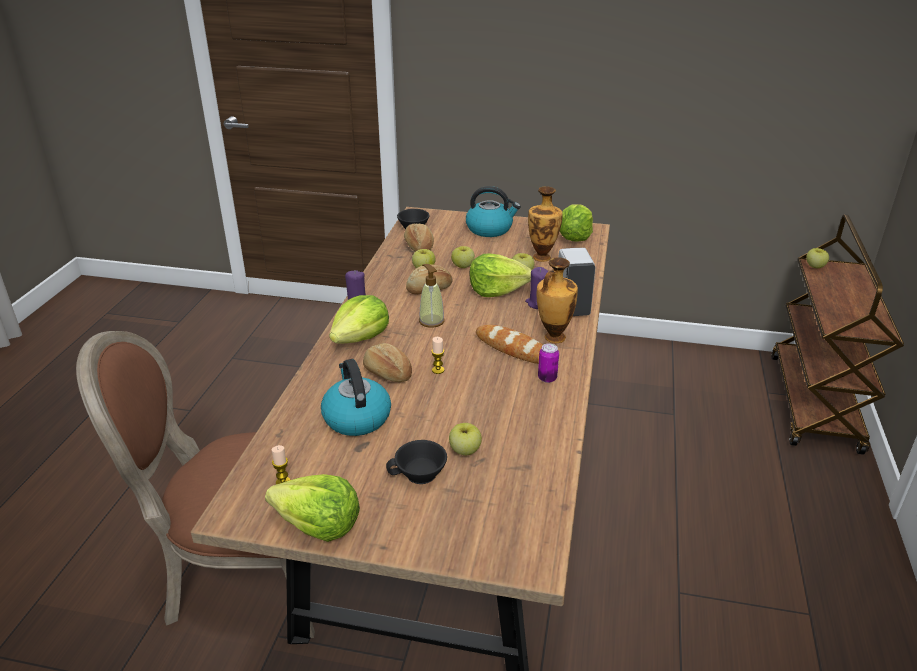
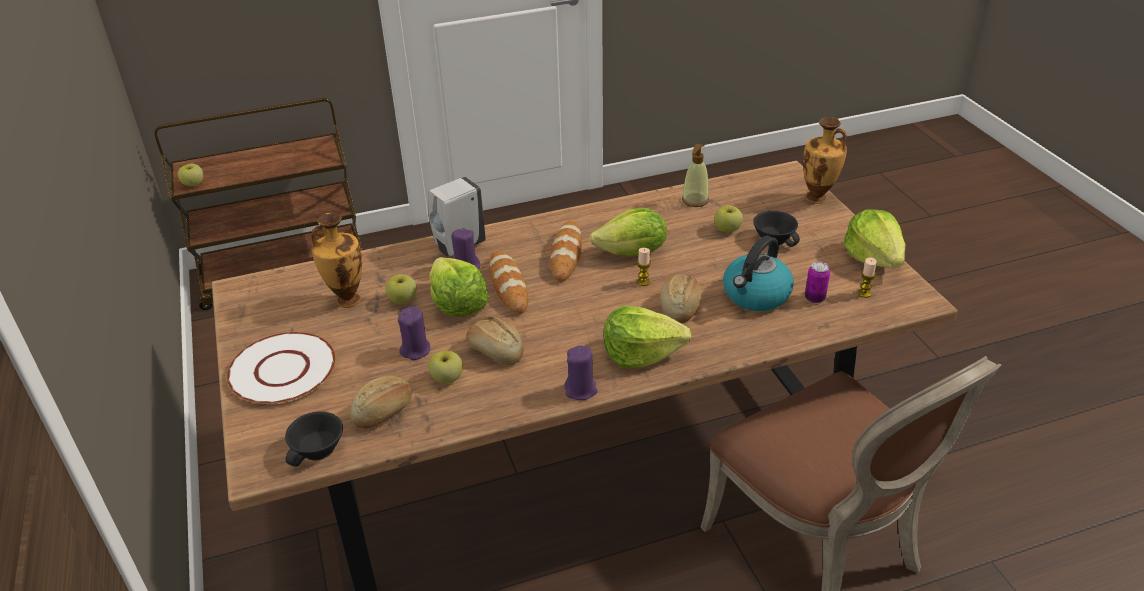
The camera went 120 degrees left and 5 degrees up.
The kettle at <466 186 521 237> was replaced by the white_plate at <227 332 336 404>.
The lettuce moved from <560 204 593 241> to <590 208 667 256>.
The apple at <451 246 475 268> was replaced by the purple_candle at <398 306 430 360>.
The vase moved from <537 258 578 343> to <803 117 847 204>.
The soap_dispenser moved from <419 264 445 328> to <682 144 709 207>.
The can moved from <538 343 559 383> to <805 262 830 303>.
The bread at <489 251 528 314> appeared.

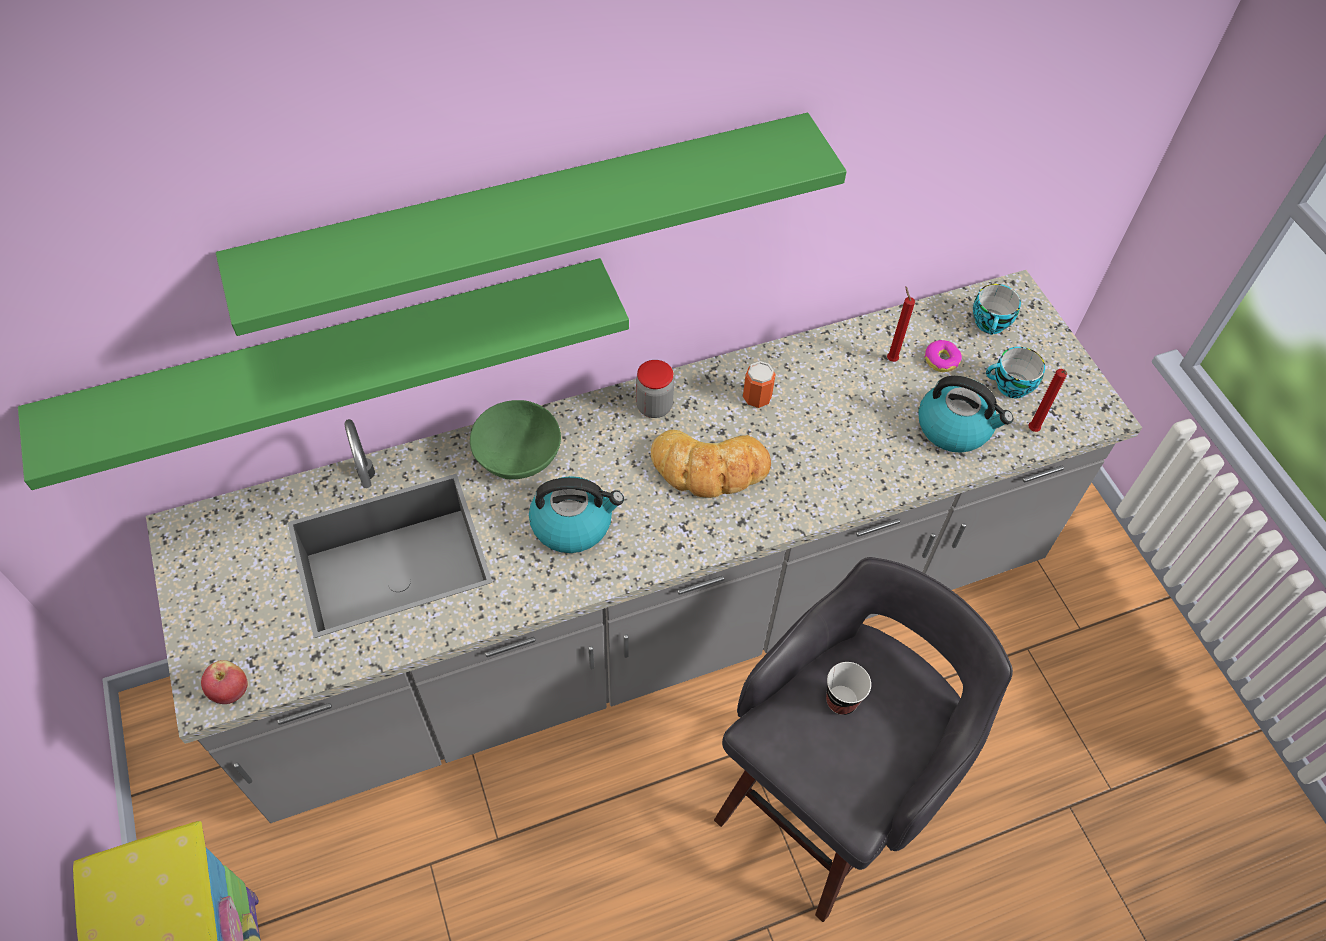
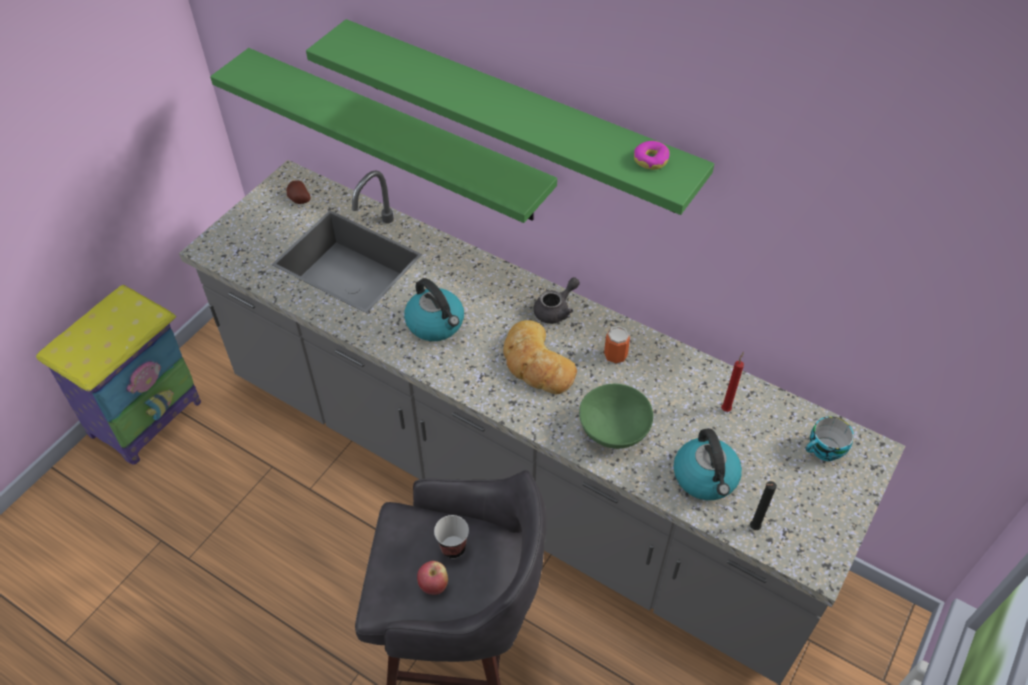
The camera went 55 degrees right and 5 degrees down.
The donut moved from <925 340 962 372> to <634 141 670 170>.
The cup at <986 347 1045 398> disappeared.
The jar at <636 360 674 418> was replaced by the grey_teapot at <534 277 580 324>.
The red_candle at <1028 369 1067 432> became the black_candle at <750 481 777 530>.
The green_bowl moved from <470 400 561 480> to <579 384 653 449>.
The apple moved from <201 660 247 704> to <417 561 448 595>.
The potato at <287 180 310 204> appeared.

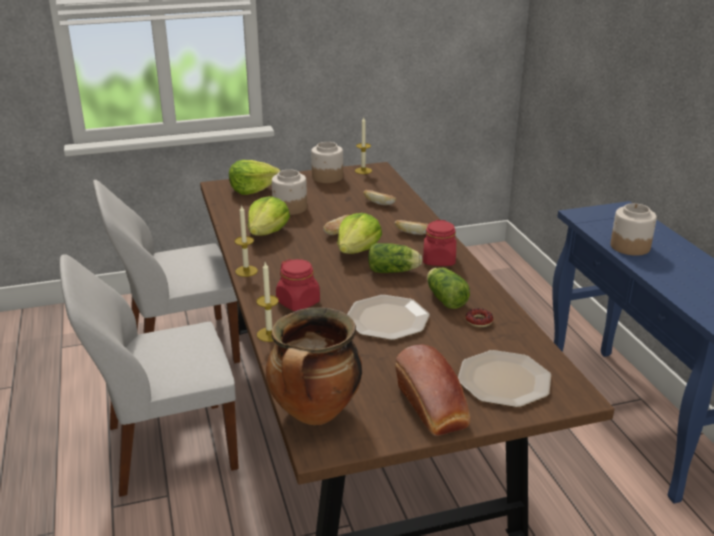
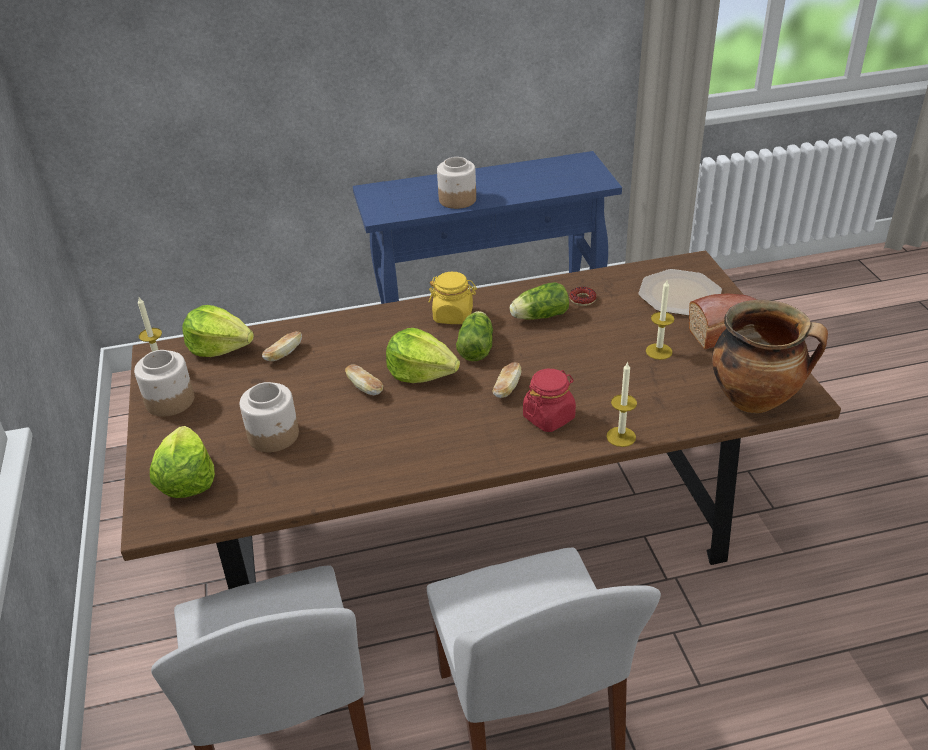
The camera went 85 degrees left and 10 degrees up.
The lettuce moved from <247 196 290 236> to <182 305 254 357>.
The candle moved from <235 206 258 277> to <646 280 674 360>.
The bread moved from <395 220 428 235> to <493 362 521 398>.
The red_jar at <423 220 456 266> became the yellow_jar at <428 272 477 324>.
The plate at <347 295 430 340> disappeared.

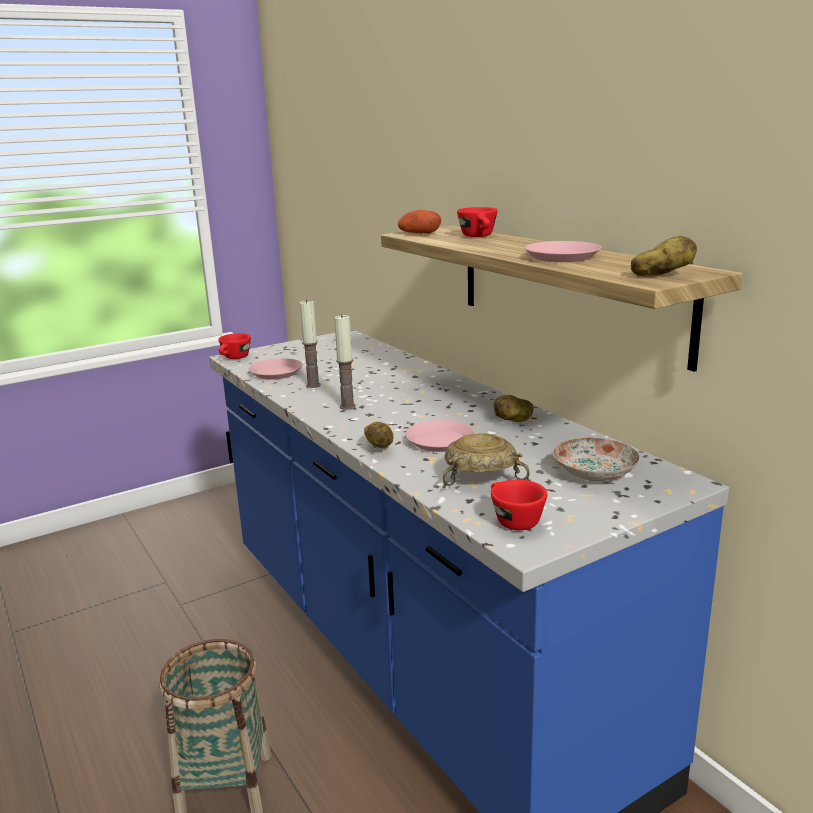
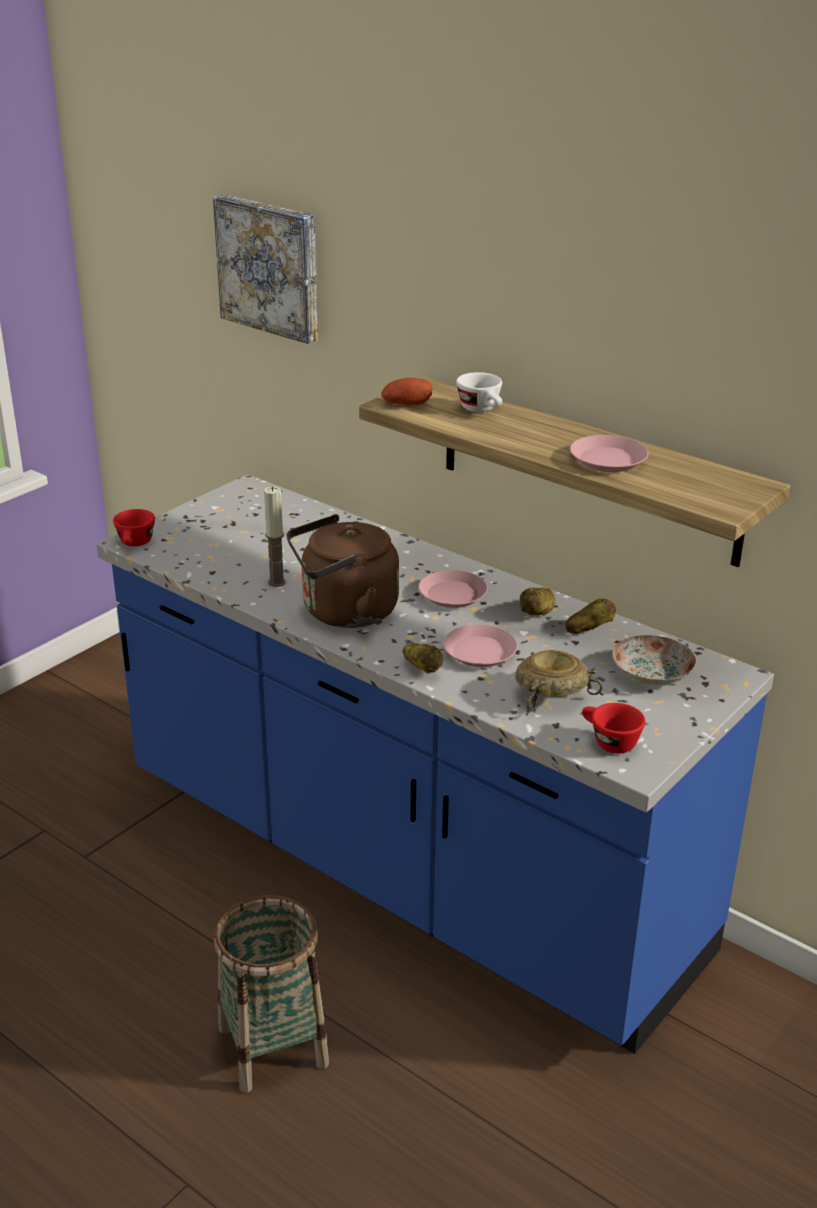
The camera went 20 degrees left and 10 degrees up.
The red_cup at <457 207 498 237> became the white_cup at <456 372 502 412>.
The potato moved from <631 236 697 276> to <565 599 616 634>.
The candle at <334 314 356 410> was replaced by the brown_kettle at <286 514 399 628>.
The pink_plate moved from <249 358 303 380> to <418 570 488 608>.
The picture at <213 194 318 344> appeared.

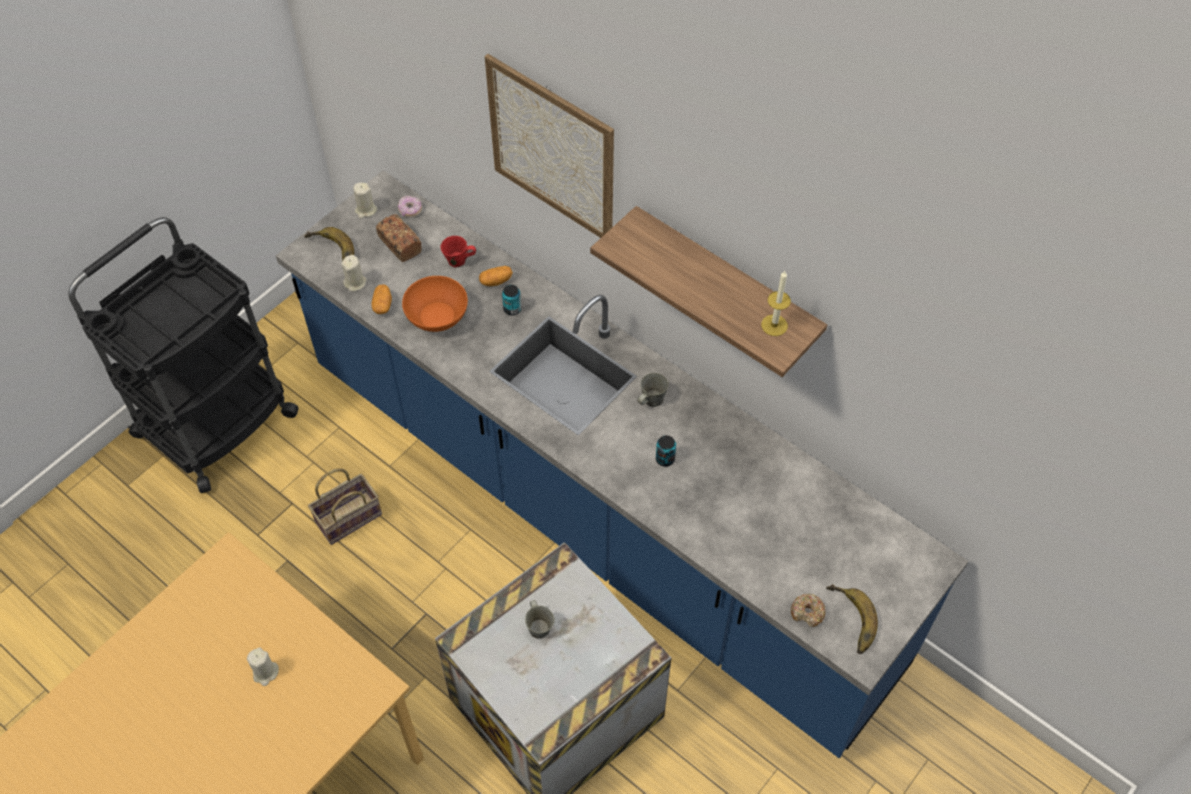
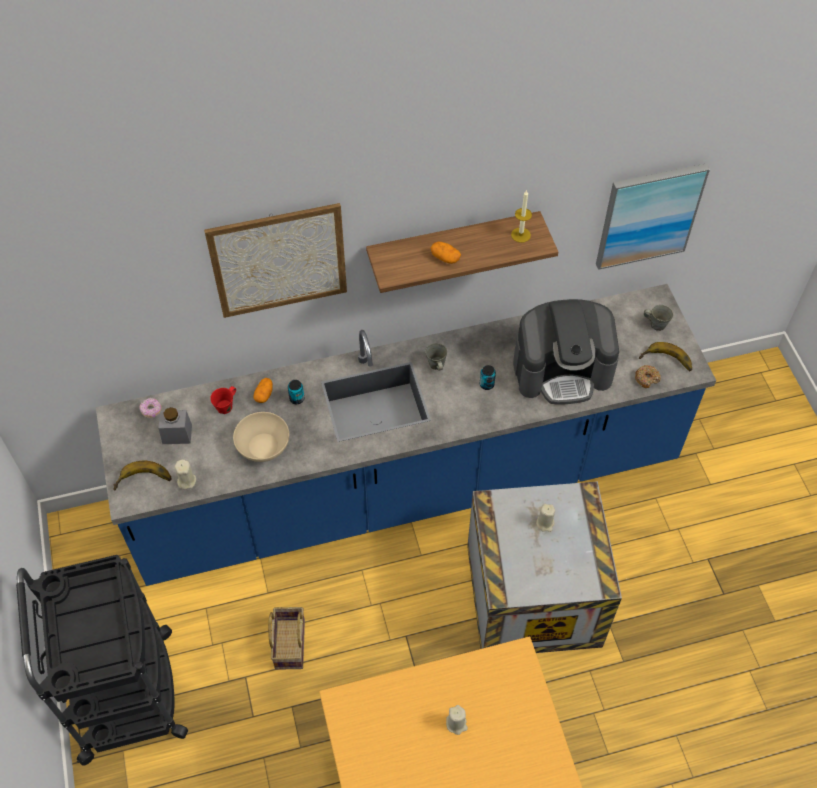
The camera went 55 degrees left and 0 degrees up.
The beige_candle moved from <353 182 377 218> to <536 504 555 532>.
The bread at <376 214 422 262> was replaced by the grey_jar at <158 407 192 444>.
The orange_bowl at <402 276 468 332> became the beige_bowl at <233 412 289 462>.
The potato moved from <371 284 392 314> to <430 242 461 264>.
The grey_mug moved from <525 600 554 639> to <644 305 673 331>.
The picture at <596 164 710 270> appeared.
The coffee_machine at <513 299 619 405> appeared.

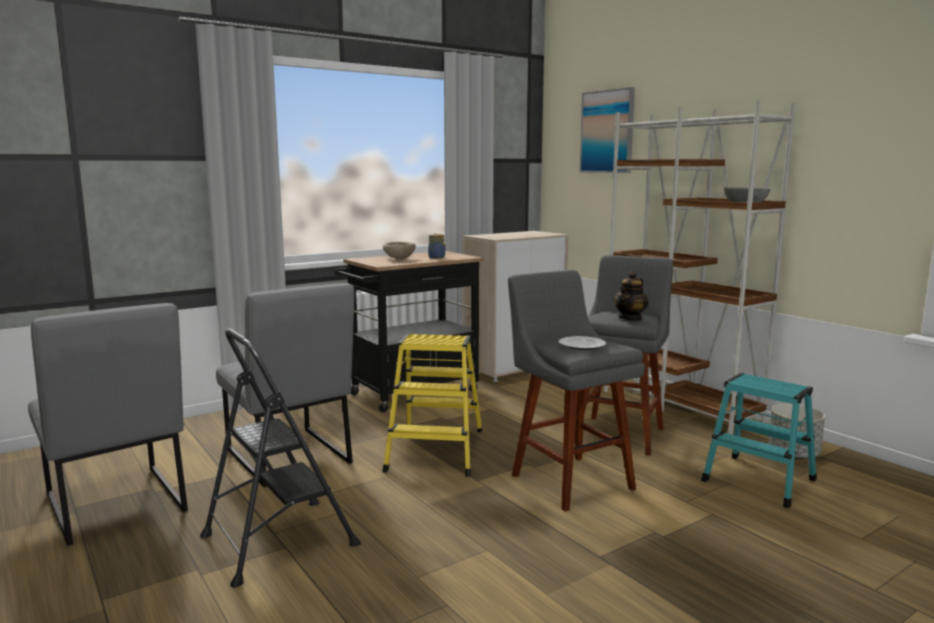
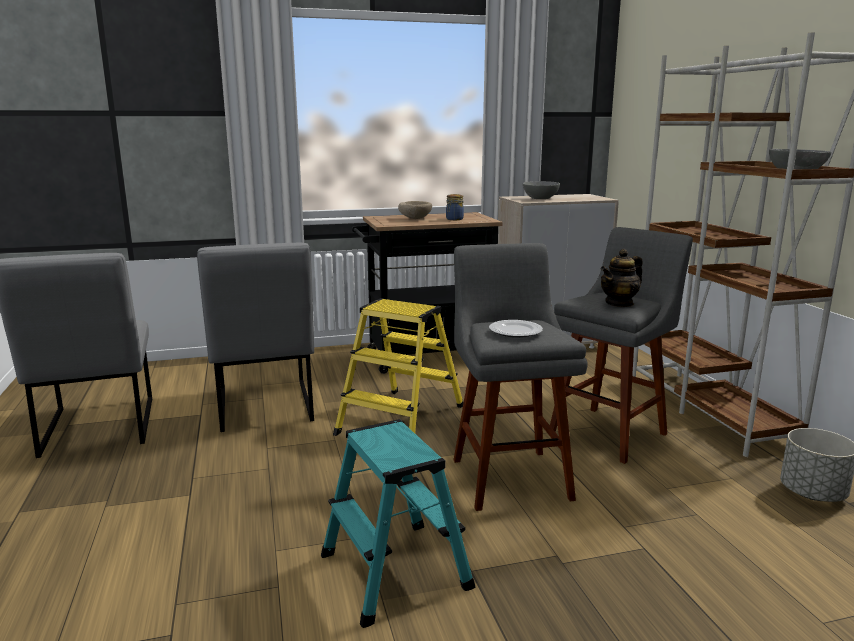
The camera went 20 degrees right and 5 degrees up.
The picture at <580 87 635 173> disappeared.
The black_step_ladder at <200 329 361 588> disappeared.
The turquoise_step_ladder moved from <701 373 817 508> to <321 419 476 628>.
The grey_bowl at <523 181 560 199> appeared.

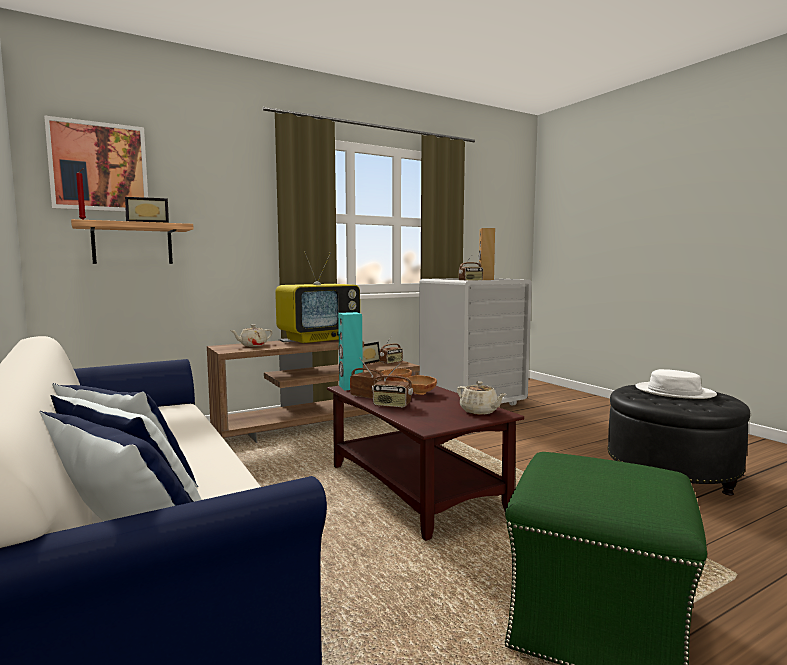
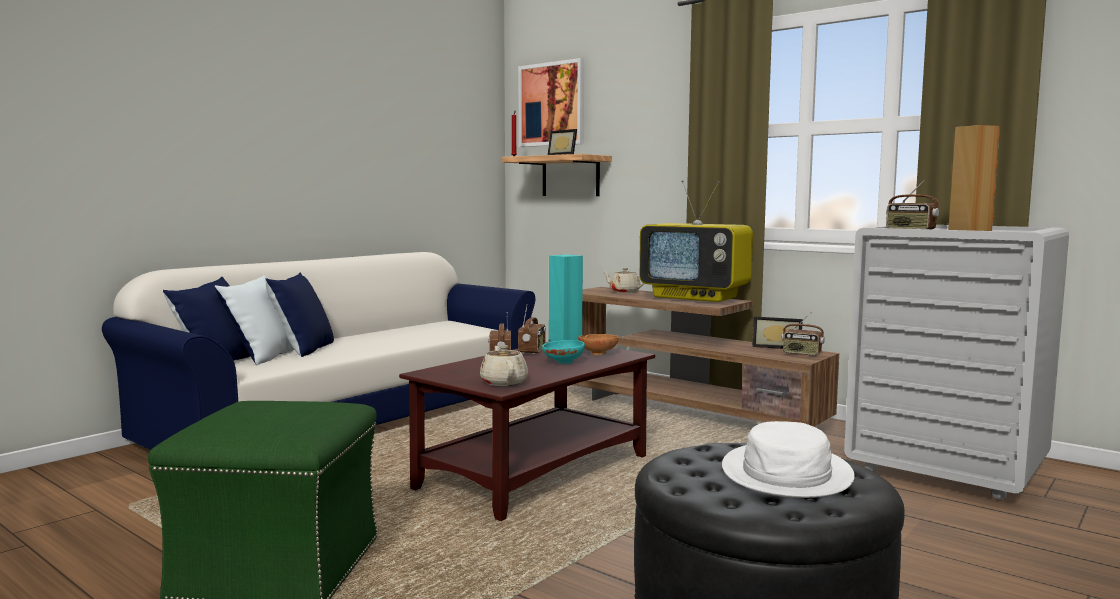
The camera went 70 degrees right and 0 degrees up.
The brown_bowl at <403 375 437 395> became the turquoise_bowl at <542 340 585 364>.
The beige_teapot at <457 381 506 415> turned 135 degrees clockwise.

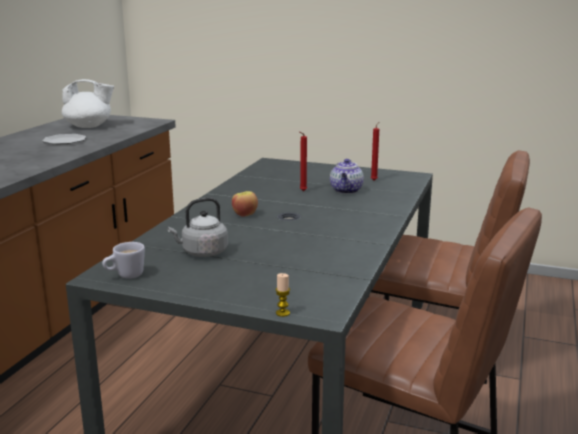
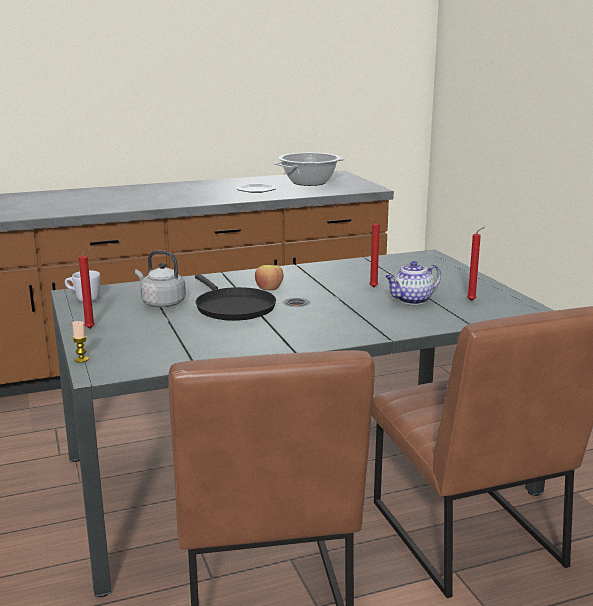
The camera went 50 degrees right and 0 degrees up.
The white_teapot at <62 79 114 128> was replaced by the cooking_pot at <274 153 344 186>.
The red_candle at <79 247 95 329> appeared.
The black_frying_pan at <195 274 276 321> appeared.

